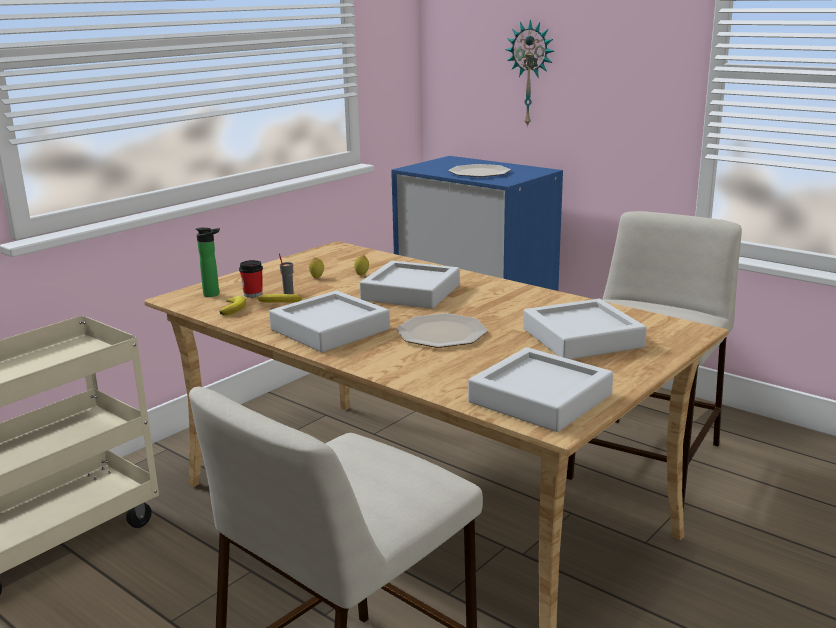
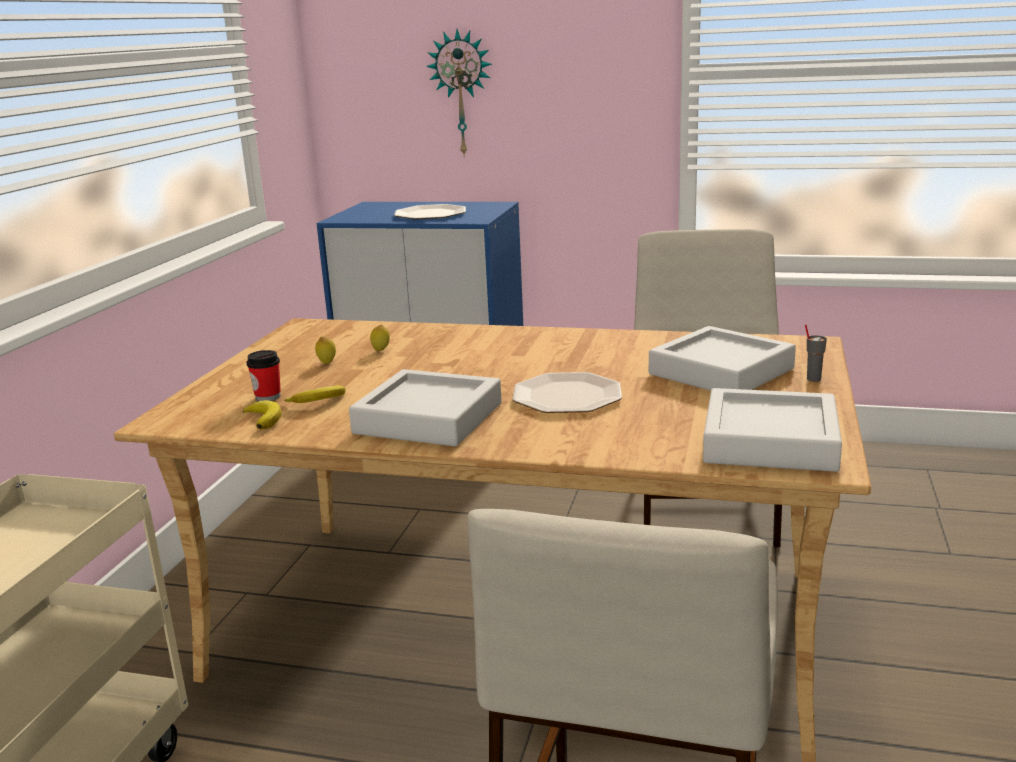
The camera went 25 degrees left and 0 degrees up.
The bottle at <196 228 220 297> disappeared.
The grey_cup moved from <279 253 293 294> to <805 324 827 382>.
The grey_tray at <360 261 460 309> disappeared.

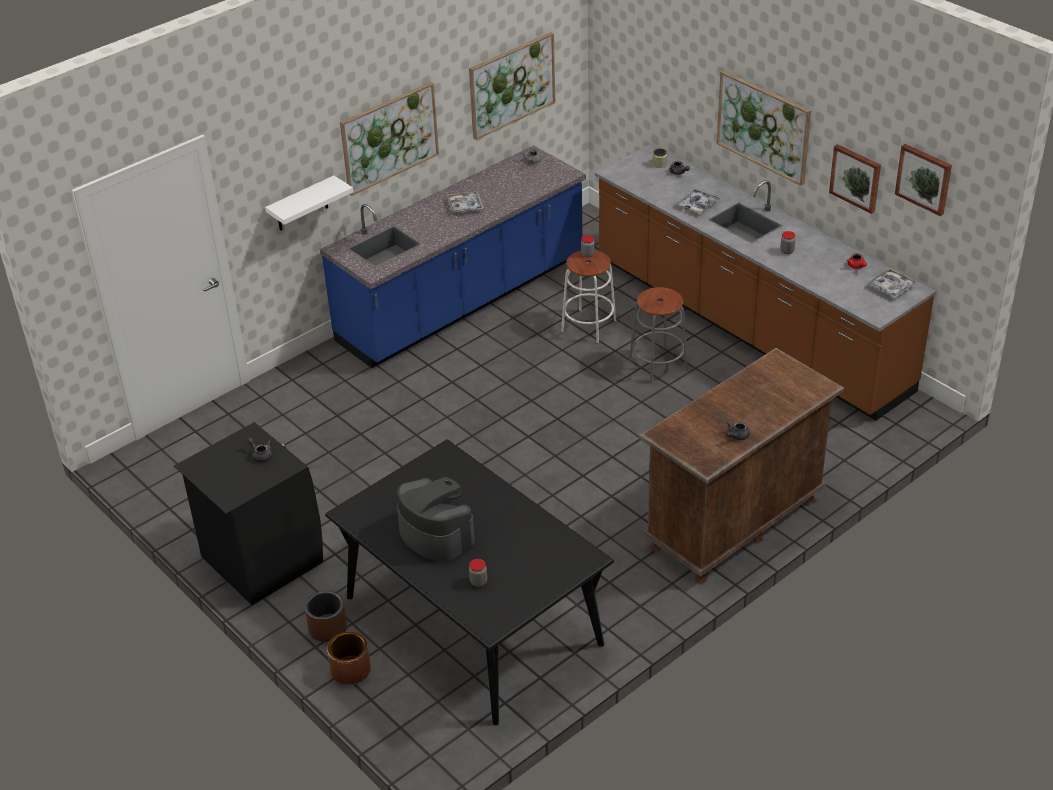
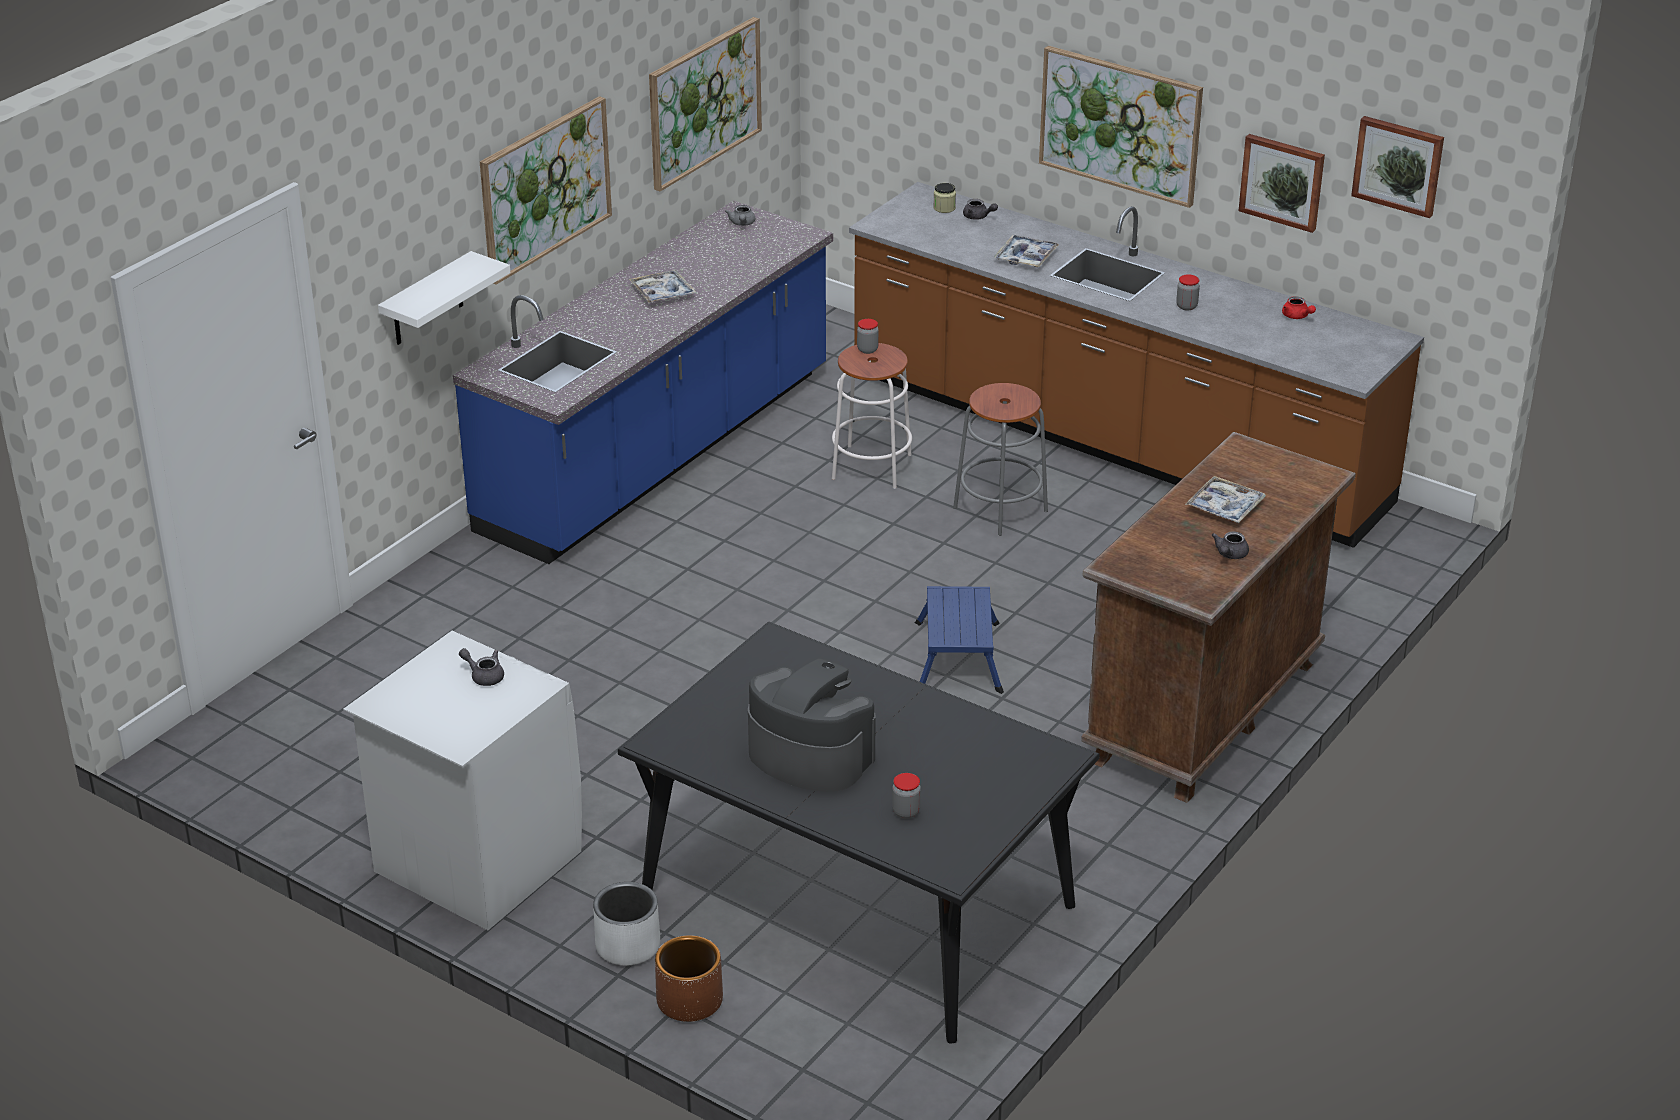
The camera went 15 degrees left and 5 degrees down.
The tray moved from <867 268 917 298> to <1185 476 1266 523>.
The black_washing_machine at <174 422 323 605> became the white_washing_machine at <343 631 582 930>.
The brown_planter at <305 590 347 642> became the white_planter at <593 882 660 965>.
The blue_step_ladder at <915 586 1004 694> appeared.

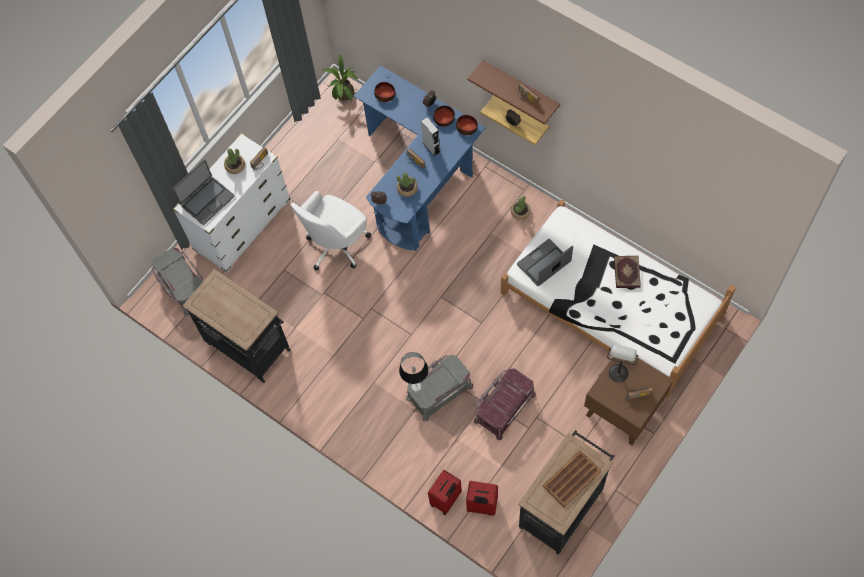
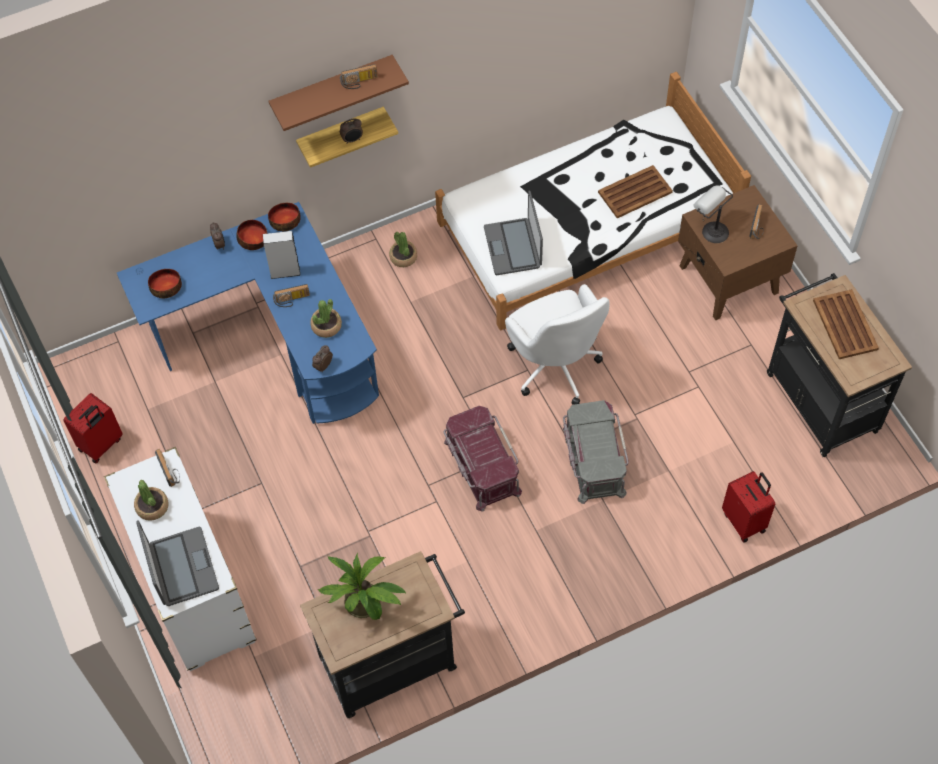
The camera went 65 degrees left and 5 degrees down.
The potted_plant moved from <322 54 358 101> to <318 552 407 620>.
The white_office_chair moved from <291 191 371 270> to <505 284 609 405>.
The grey_storage_box at <152 247 203 315> disappeared.
The book at <614 256 641 288> disappeared.
The table_lamp at <399 352 428 391> disappeared.
The red_storage_box moved from <474 368 536 440> to <443 406 522 512>.
The red_suitcase moved from <466 481 498 516> to <63 393 122 463>.
The brown_tray at <598 165 673 218> appeared.

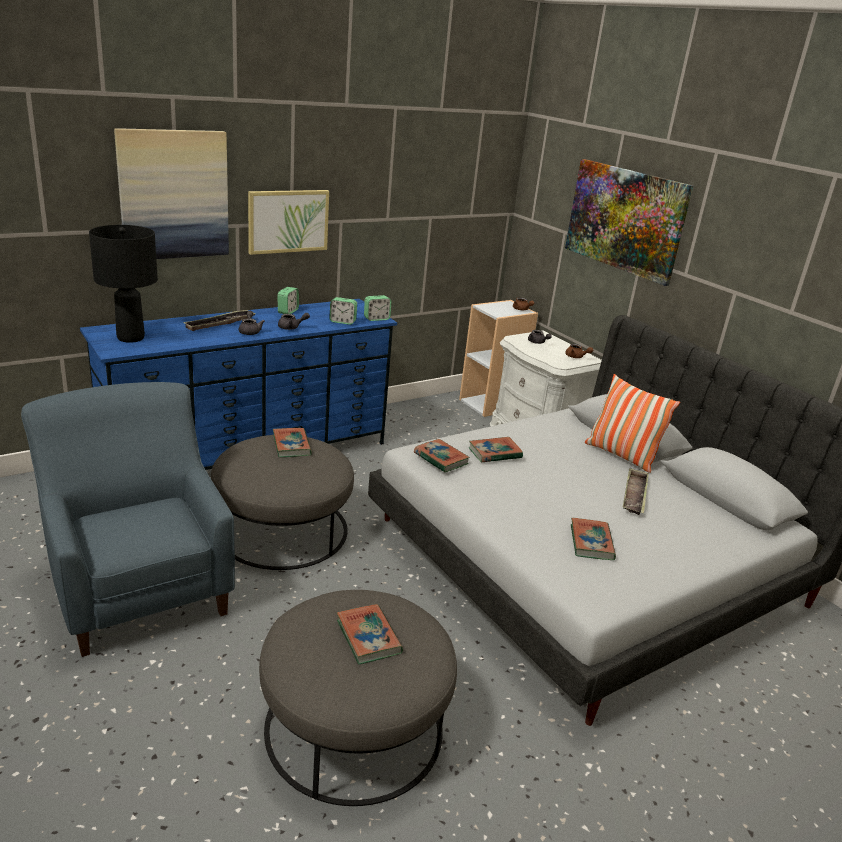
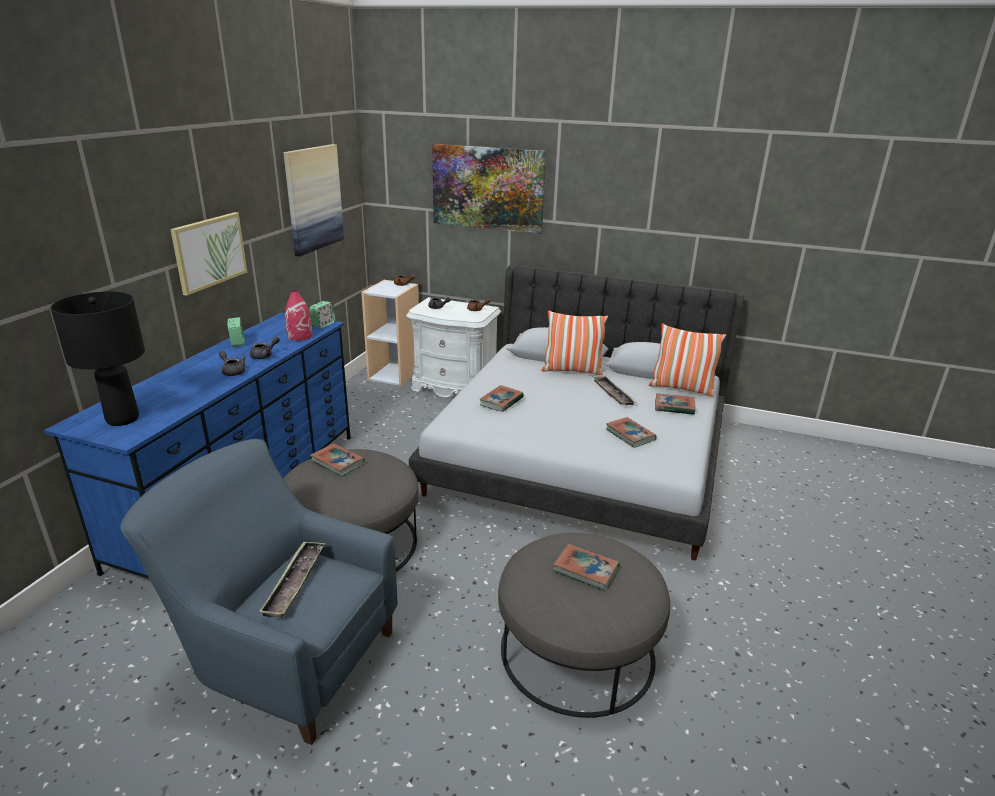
The camera went 35 degrees left and 0 degrees up.
The picture moved from <114 128 229 259> to <283 144 344 257>.
The alarm_clock at <329 297 357 325> was replaced by the red_vase at <285 291 312 341>.
The tray moved from <183 310 257 331> to <259 541 325 618>.
The book moved from <414 439 470 473> to <655 393 696 415>.
The pillow at <649 323 726 397> appeared.

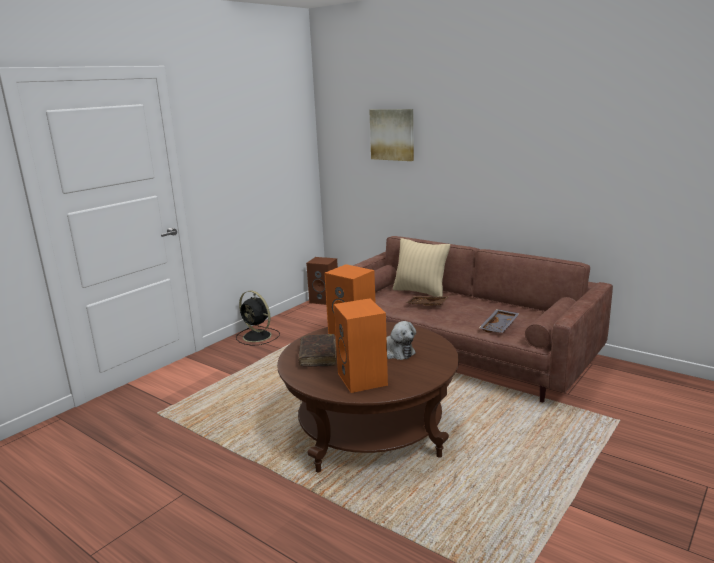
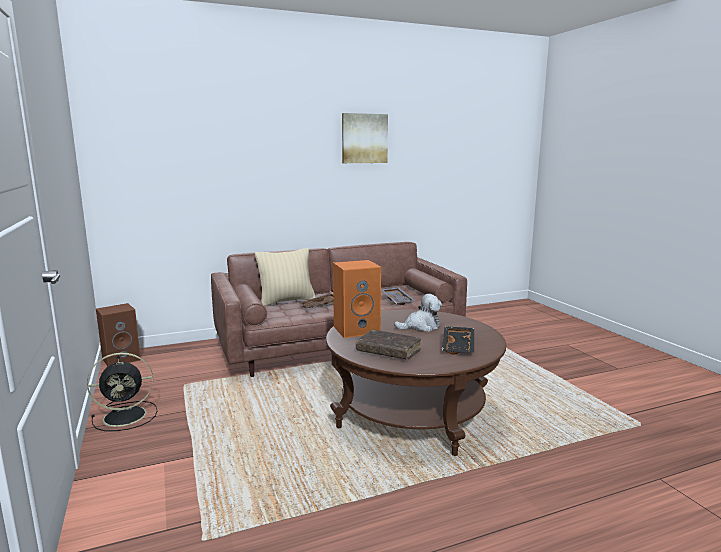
The camera went 60 degrees left and 5 degrees down.
The picture moved from <369 109 414 161> to <342 113 388 163>.
The orange_speaker at <334 298 388 393> was replaced by the black_tray at <442 327 474 355>.

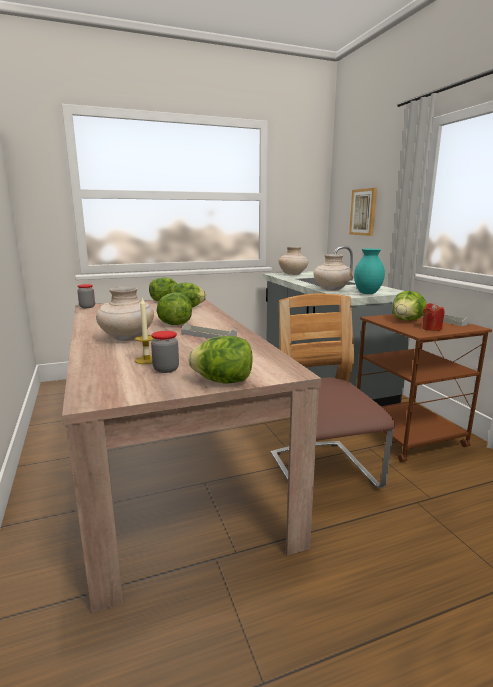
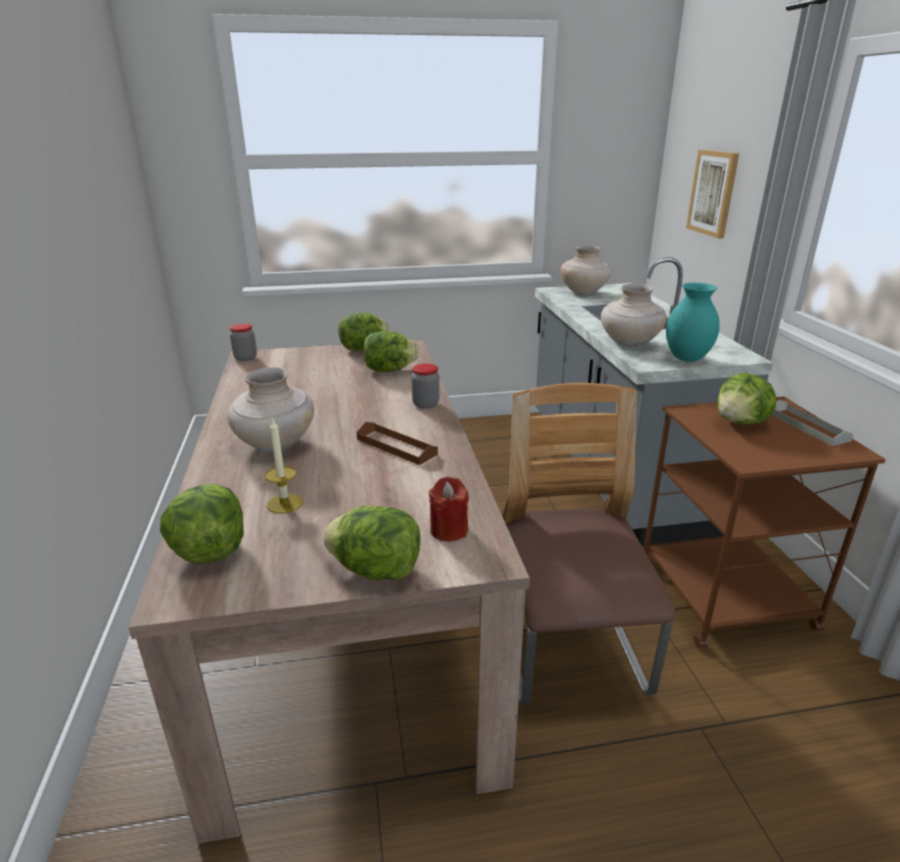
The camera went 10 degrees right and 10 degrees up.
The lettuce moved from <157 293 192 325> to <160 484 244 563>.
The red_candle moved from <422 303 445 331> to <428 477 469 541>.
The grey_tray at <181 323 237 339> became the brown_tray at <357 422 438 465>.
The jar moved from <151 331 179 373> to <411 364 439 409>.

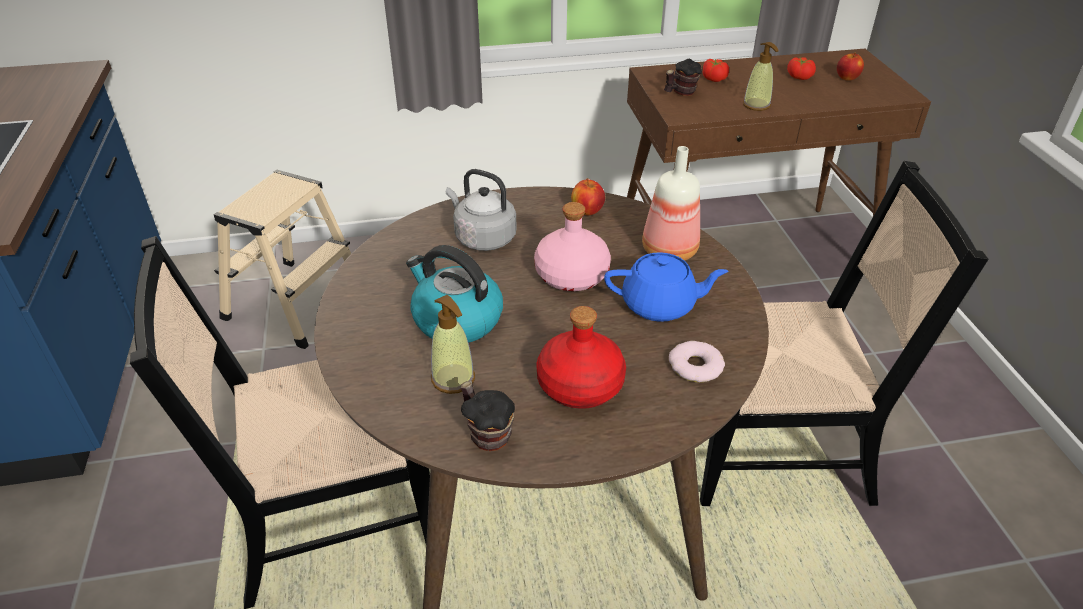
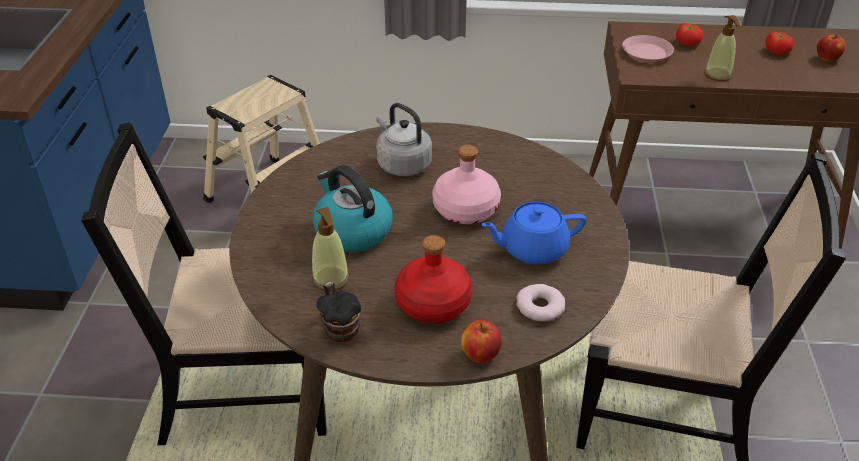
The camera went 15 degrees right and 0 degrees up.
The mug at <664 58 702 96> was replaced by the pink_plate at <622 35 674 62>.
The bottle at <642 146 700 261> disappeared.
The apple moved from <571 178 605 215> to <461 320 502 363>.
The blue_teapot at <604 252 728 322> turned 150 degrees clockwise.

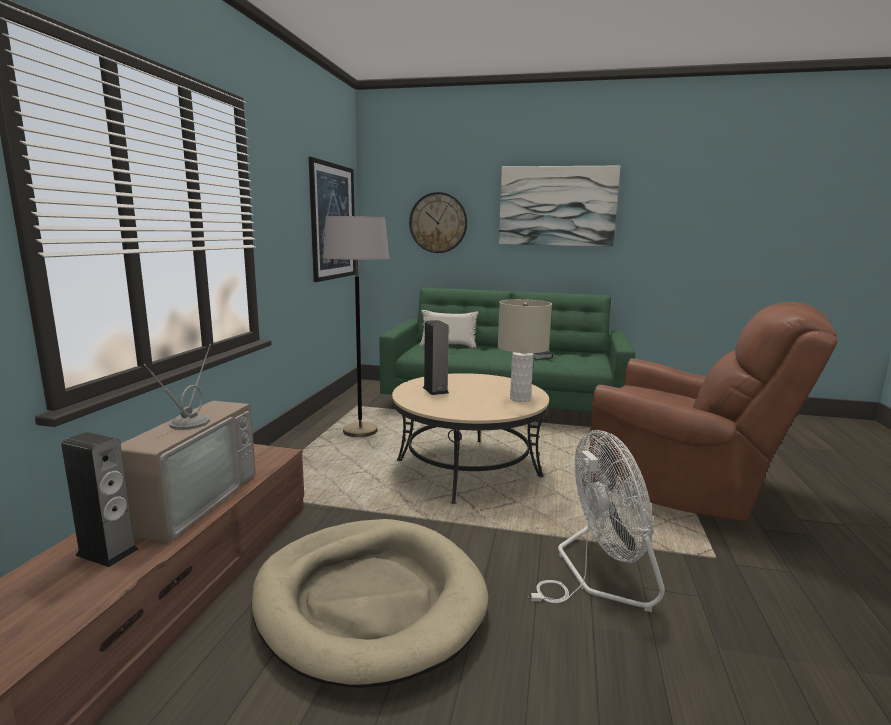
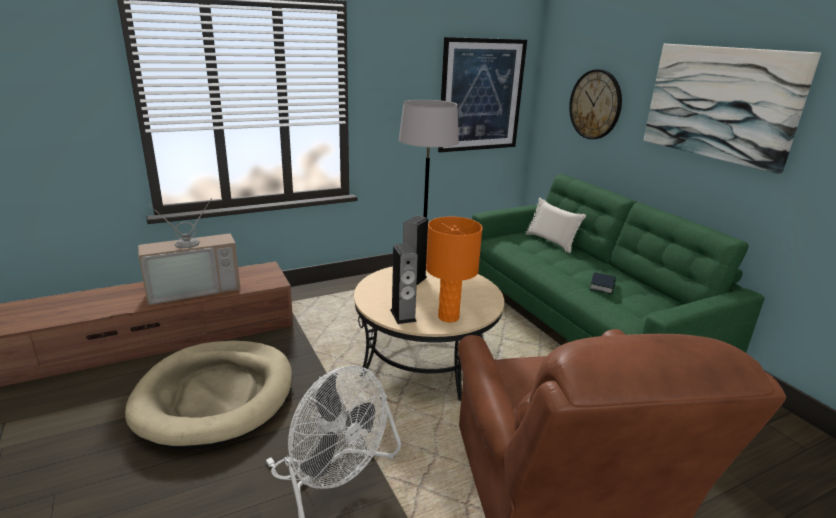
The camera went 50 degrees right and 10 degrees up.
The beige_table_lamp at <498 299 552 402> became the orange_table_lamp at <426 216 483 323>.
The speaker moved from <61 432 139 567> to <390 243 418 324>.

